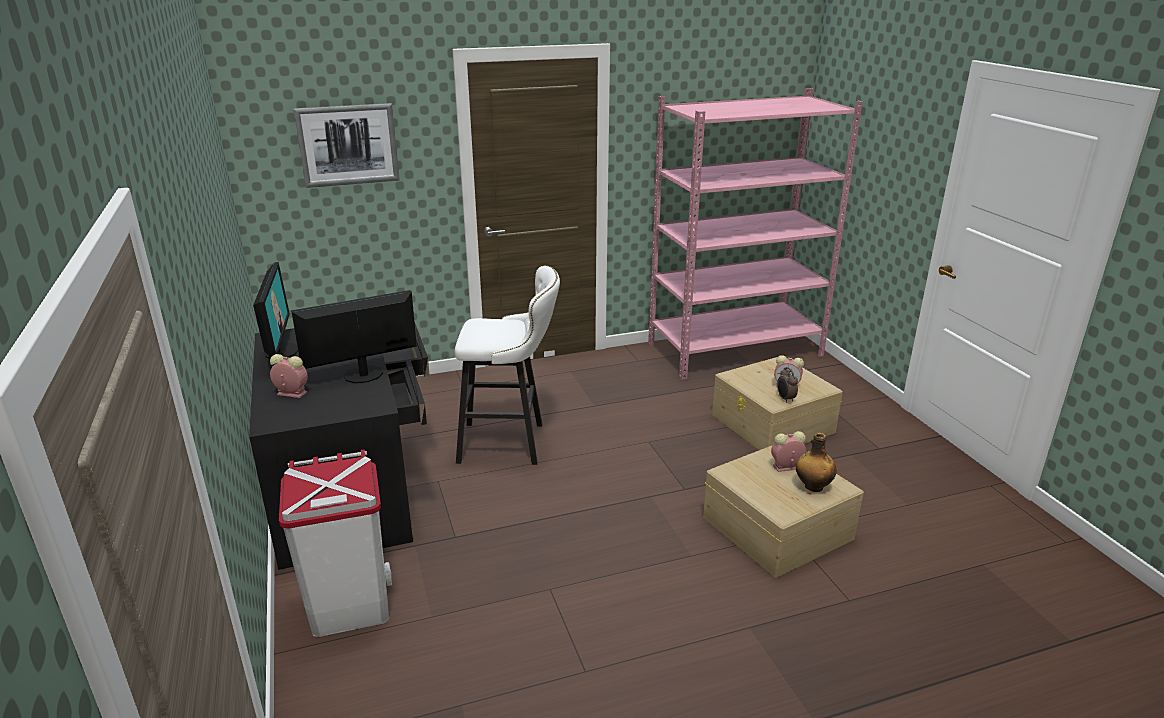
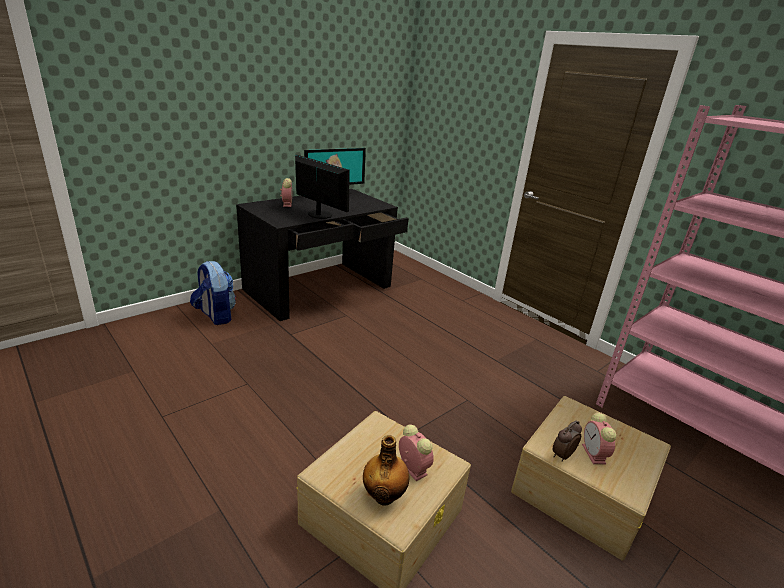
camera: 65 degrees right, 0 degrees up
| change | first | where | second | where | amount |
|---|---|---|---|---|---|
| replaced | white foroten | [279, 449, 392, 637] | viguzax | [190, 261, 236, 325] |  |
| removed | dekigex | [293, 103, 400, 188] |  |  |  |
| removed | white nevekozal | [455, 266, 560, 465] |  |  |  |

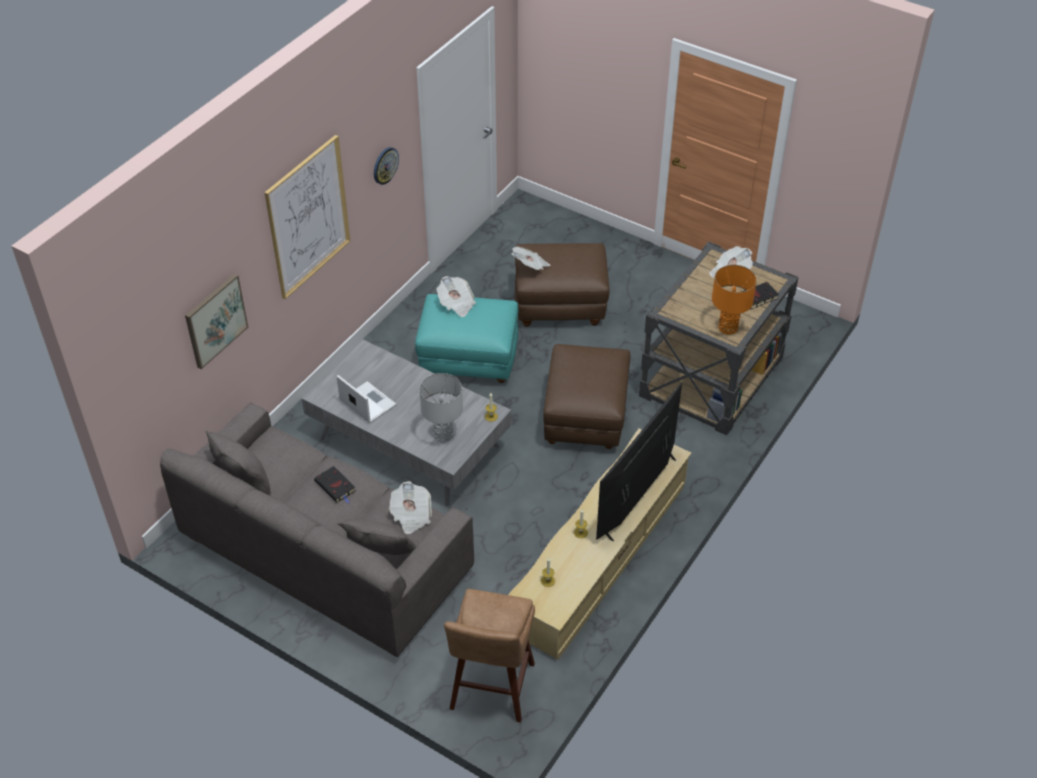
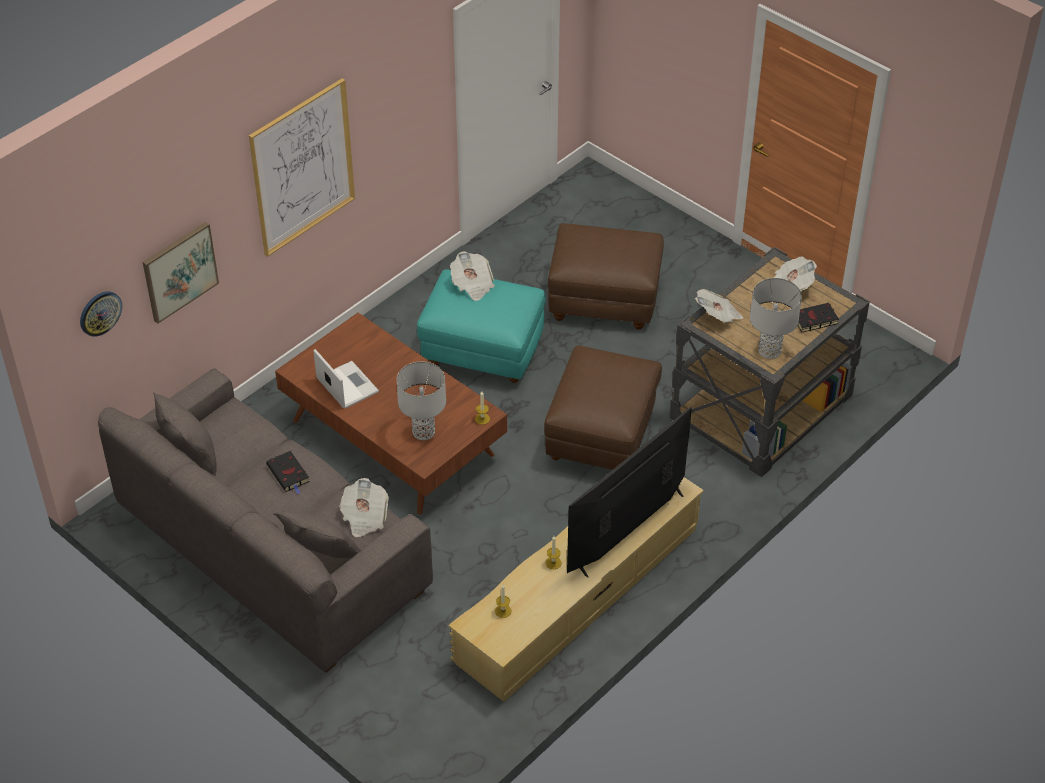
camera: 10 degrees right, 0 degrees up
| change | first | where | second | where | amount |
|---|---|---|---|---|---|
| recoloured | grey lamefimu | [302, 339, 511, 506] | brown lamefimu | [275, 313, 507, 514] |  |
| moved | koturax | [374, 147, 399, 185] |  | [80, 291, 122, 337] |  |
| removed | brown nevekozal | [444, 589, 535, 723] |  |  |  |
| moved | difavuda | [511, 246, 551, 270] |  | [695, 289, 743, 323] |  |
| recoloured | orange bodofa | [712, 265, 757, 334] | white bodofa | [750, 278, 802, 359] |  |

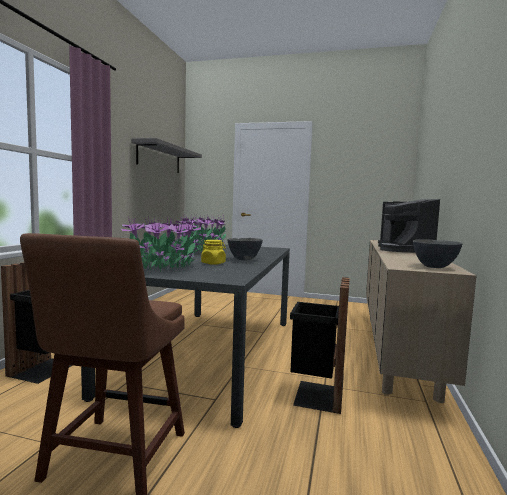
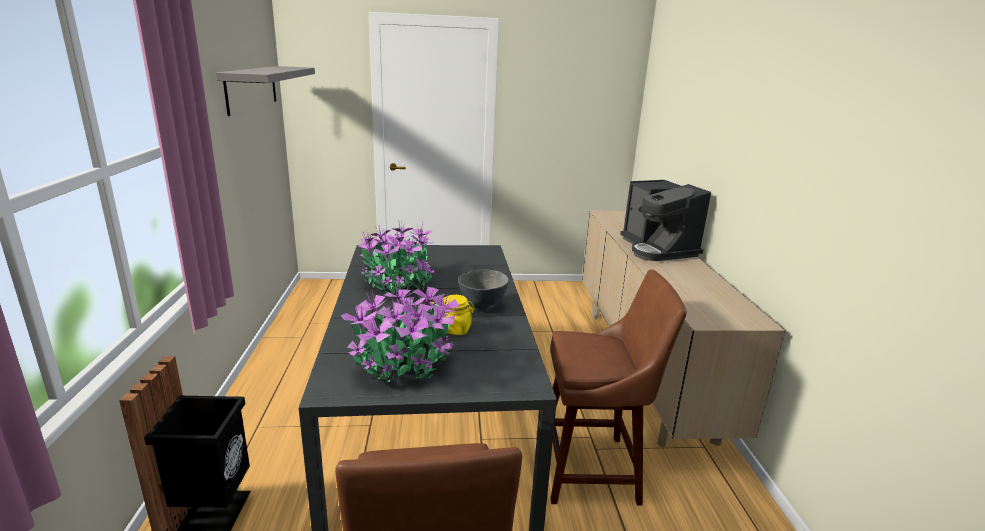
camera: 20 degrees left, 15 degrees up
| change | first | where | second | where | amount |
|---|---|---|---|---|---|
| replaced | black foroten | [290, 277, 350, 414] | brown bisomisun | [550, 269, 687, 506] |  |
| removed | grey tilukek | [413, 239, 463, 268] |  |  |  |

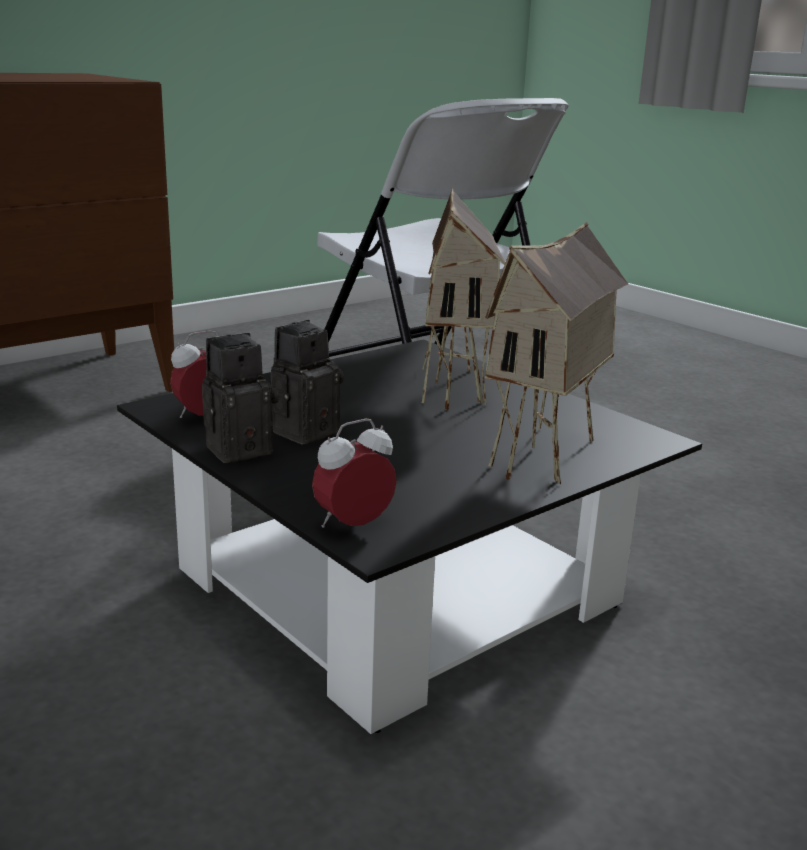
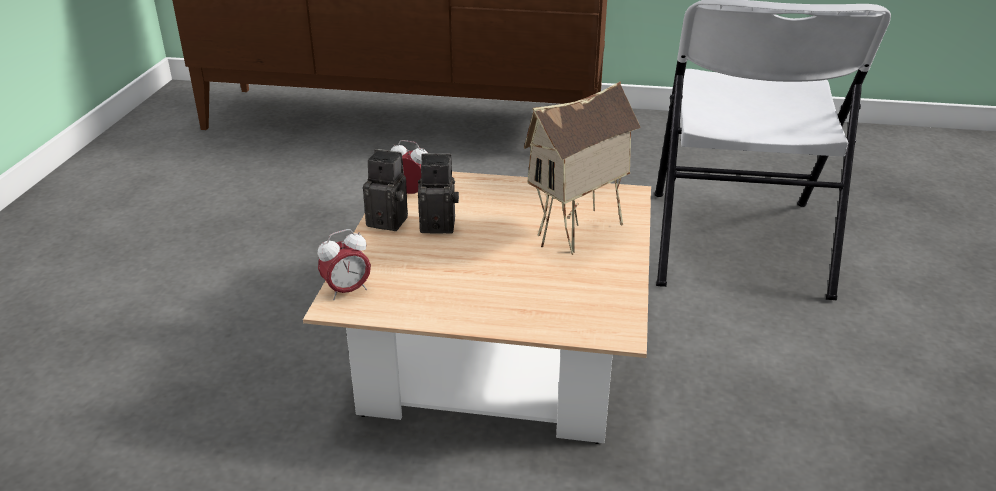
camera: 50 degrees right, 10 degrees up
| change | first | where | second | where | amount |
|---|---|---|---|---|---|
| recoloured | black lamefimu | [117, 339, 702, 734] | beige lamefimu | [303, 172, 651, 444] |  |
| turned | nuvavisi | [312, 419, 397, 528] |  | [318, 229, 371, 300] | 135 degrees clockwise |
| removed | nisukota | [485, 222, 628, 484] |  |  |  |

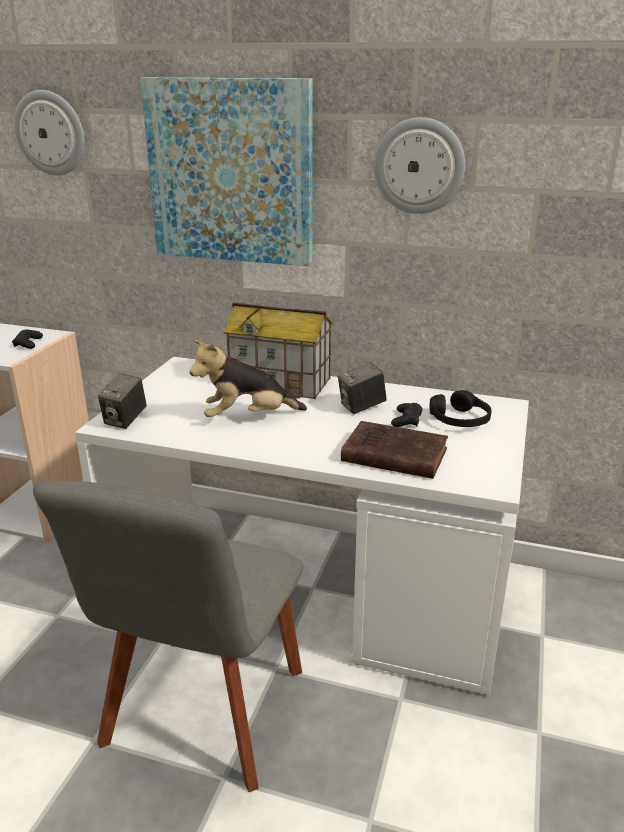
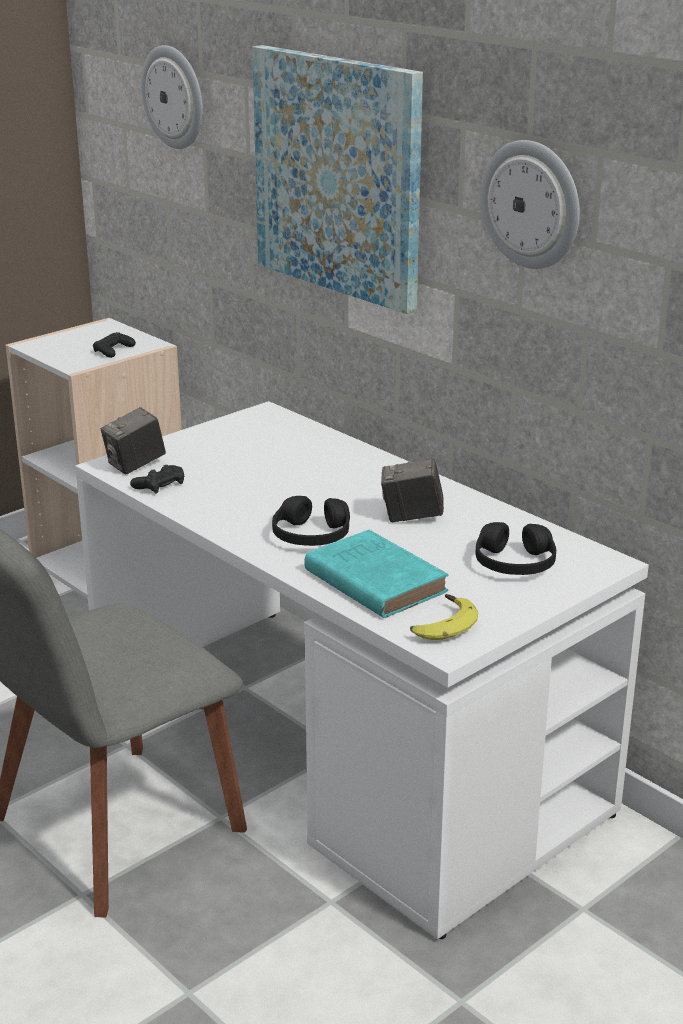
camera: 30 degrees right, 0 degrees up
| change | first | where | second | where | amount |
|---|---|---|---|---|---|
| removed | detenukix | [189, 339, 307, 417] |  |  |  |
| removed | nisukota | [224, 303, 333, 399] |  |  |  |
| recoloured | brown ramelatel | [341, 421, 448, 479] | turquoise ramelatel | [304, 530, 449, 618] |  |
| moved | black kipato | [391, 403, 423, 427] |  | [130, 465, 184, 494] |  |
| added |  |  | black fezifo | [272, 496, 350, 546] |  |
| added |  |  | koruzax | [410, 594, 478, 640] |  |

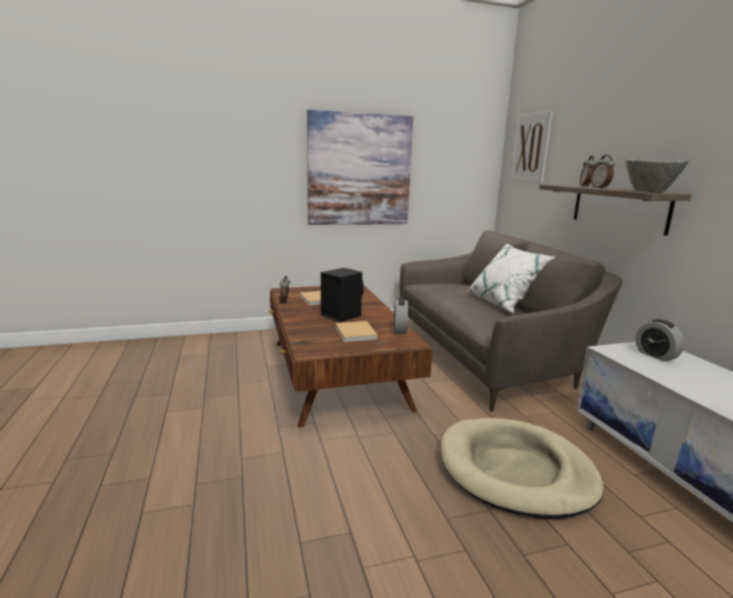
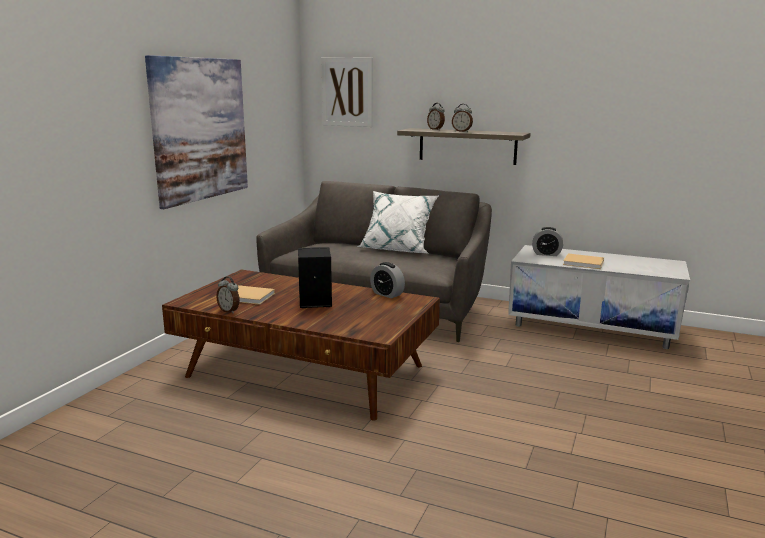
camera: 50 degrees left, 0 degrees up
| change | first | where | second | where | amount |
|---|---|---|---|---|---|
| moved | beige ramelatel | [335, 321, 378, 342] |  | [563, 254, 604, 269] |  |
| removed | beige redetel | [440, 418, 603, 519] |  |  |  |
| removed | grey tilukek | [626, 159, 689, 193] |  |  |  |

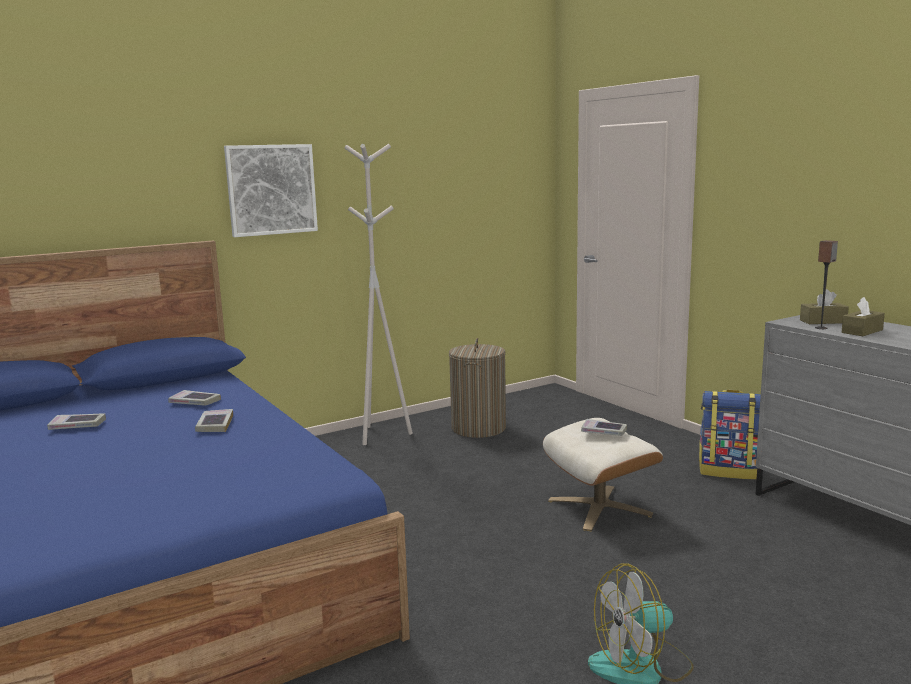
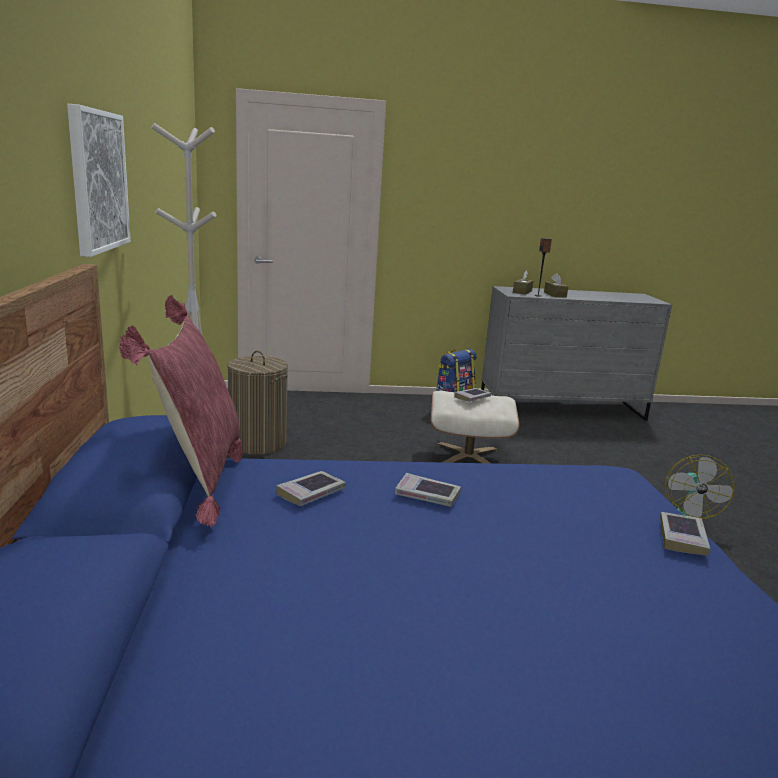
camera: 65 degrees left, 5 degrees up
| change | first | where | second | where | amount |
|---|---|---|---|---|---|
| moved | ramelatel | [47, 414, 106, 430] |  | [660, 512, 711, 556] |  |
| added |  |  | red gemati | [119, 295, 243, 528] |  |

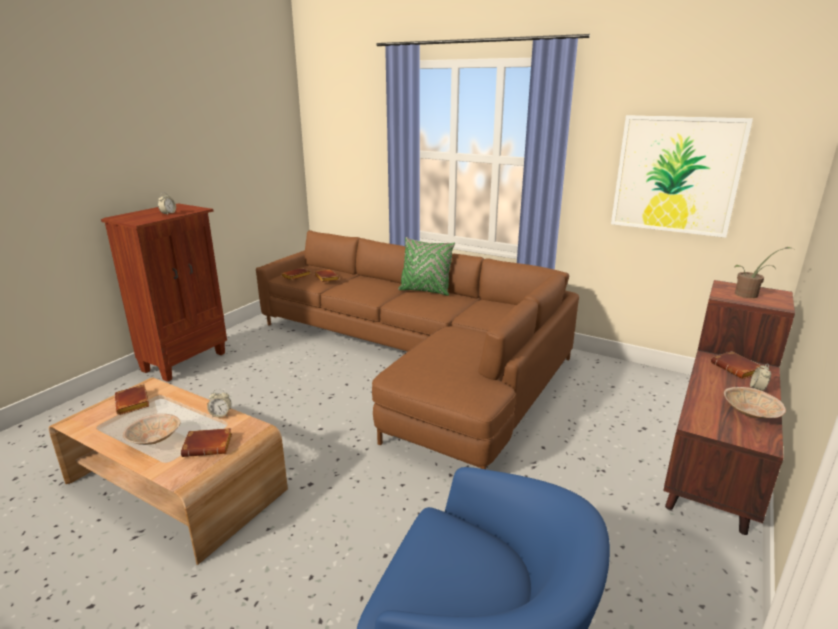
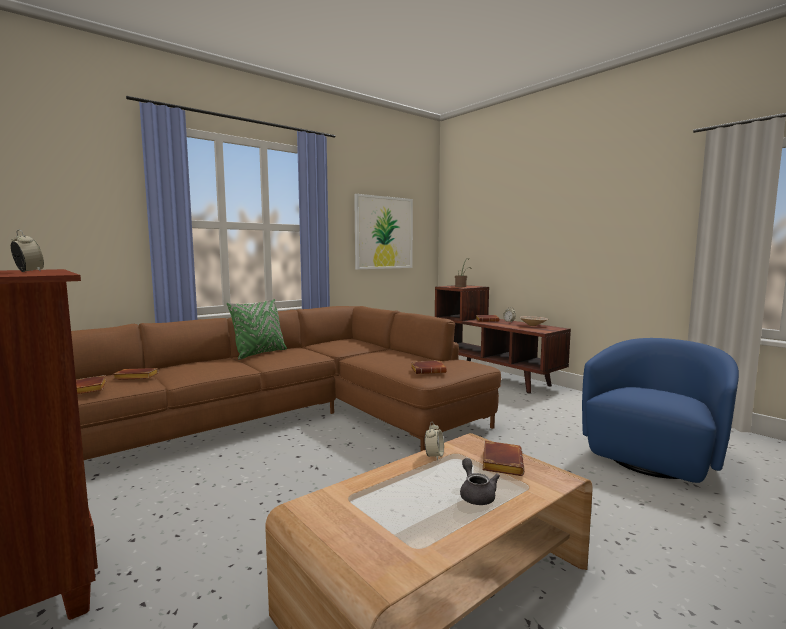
camera: 70 degrees left, 15 degrees down
| change | first | where | second | where | amount |
|---|---|---|---|---|---|
| moved | brown ramelatel | [115, 384, 149, 415] |  | [411, 361, 447, 374] |  |
| replaced | beige tilukek | [123, 414, 180, 445] | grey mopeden | [460, 458, 500, 505] |  |

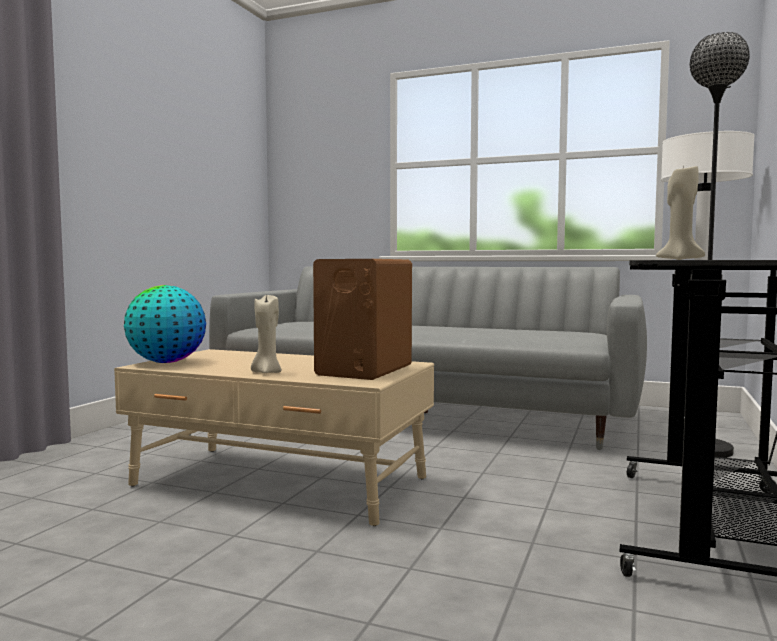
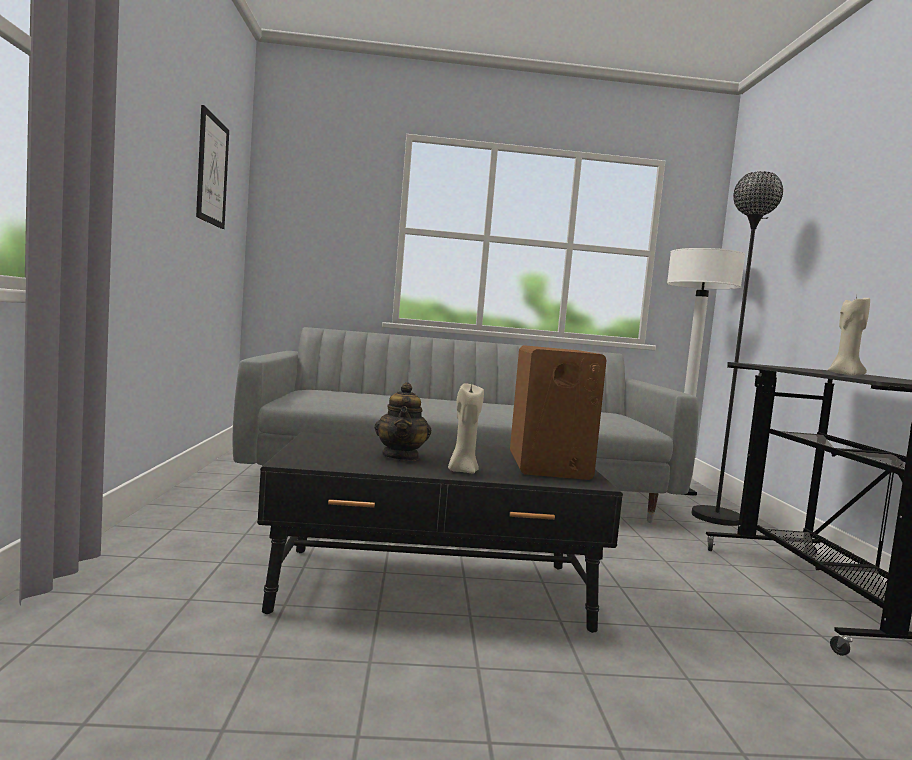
camera: 25 degrees left, 0 degrees up
| change | first | where | second | where | amount |
|---|---|---|---|---|---|
| recoloured | beige lamefimu | [114, 349, 434, 526] | black lamefimu | [257, 432, 623, 633] |  |
| removed | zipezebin | [124, 285, 206, 363] |  |  |  |
| added |  |  | dekigex | [196, 105, 229, 229] |  |
| added |  |  | mopeden | [374, 382, 431, 461] |  |

